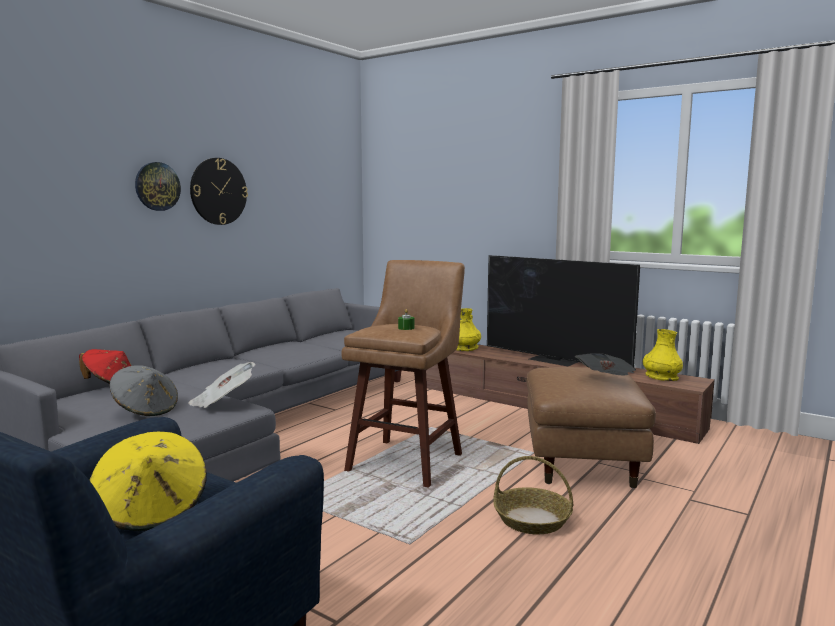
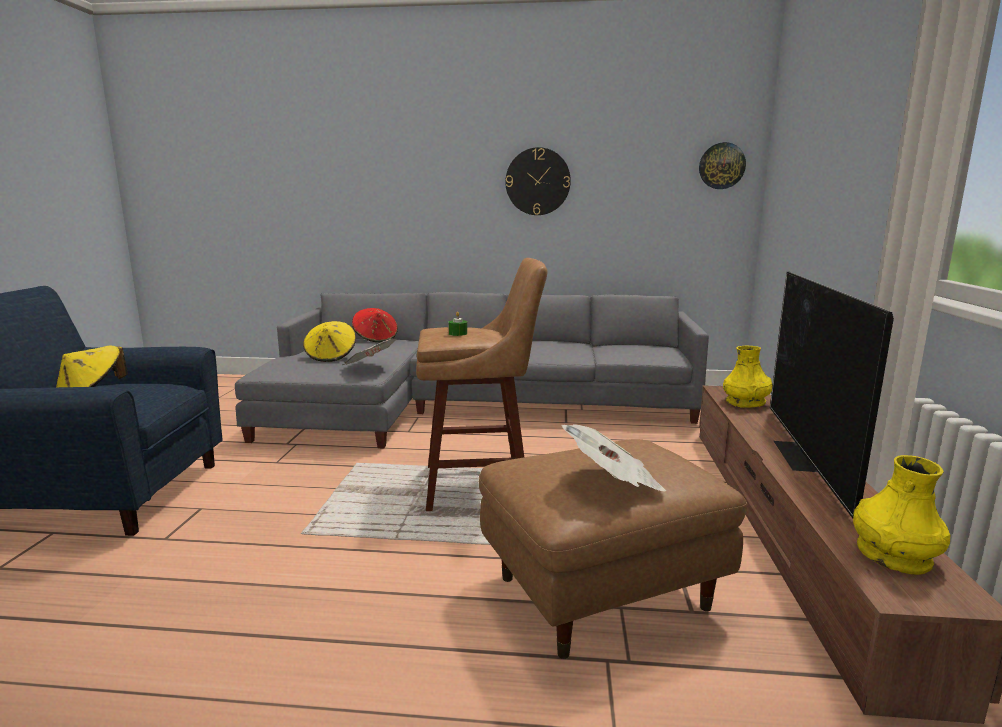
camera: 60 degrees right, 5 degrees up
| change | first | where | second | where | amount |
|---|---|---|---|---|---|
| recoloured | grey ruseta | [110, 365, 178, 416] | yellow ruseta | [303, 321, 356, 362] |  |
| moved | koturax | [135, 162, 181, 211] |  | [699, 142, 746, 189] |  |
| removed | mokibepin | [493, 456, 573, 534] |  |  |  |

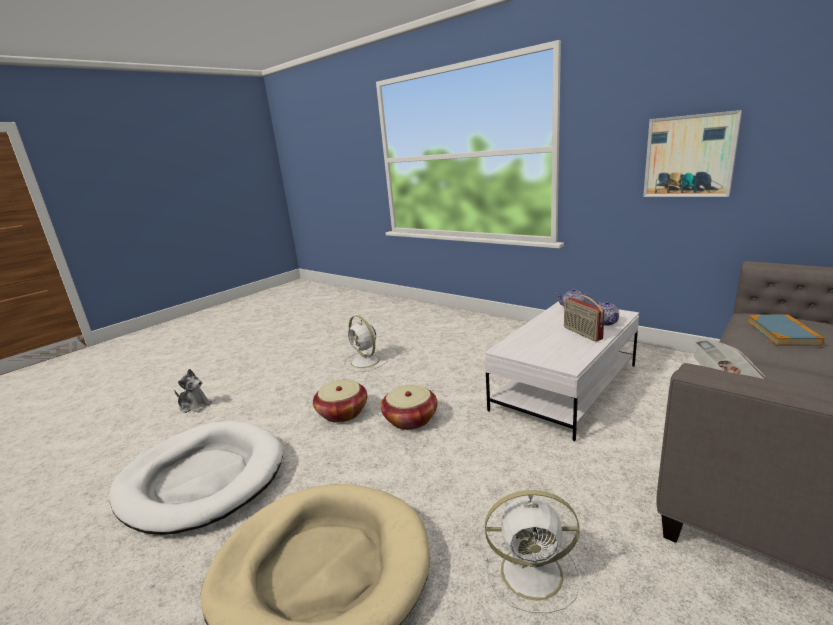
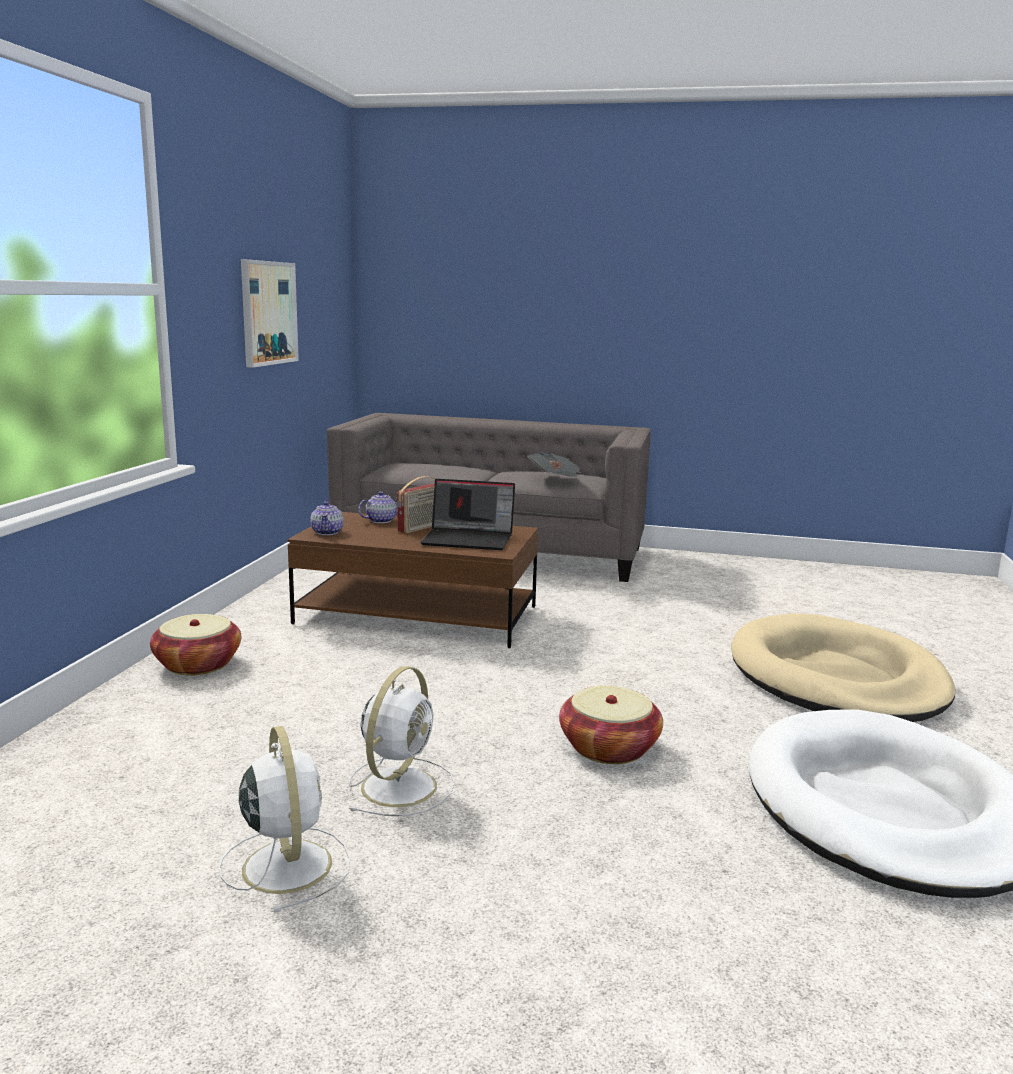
camera: 120 degrees left, 5 degrees down
| change | first | where | second | where | amount |
|---|---|---|---|---|---|
| removed | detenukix | [174, 369, 212, 413] |  |  |  |
| moved | mokibepin | [381, 384, 438, 430] |  | [150, 614, 241, 676] |  |
| moved | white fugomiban | [484, 490, 580, 613] |  | [219, 726, 350, 913] |  |
| recoloured | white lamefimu | [485, 301, 639, 441] | brown lamefimu | [287, 512, 538, 648] |  |
| removed | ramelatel | [748, 314, 824, 346] |  |  |  |
| added |  |  | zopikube | [420, 479, 515, 550] |  |

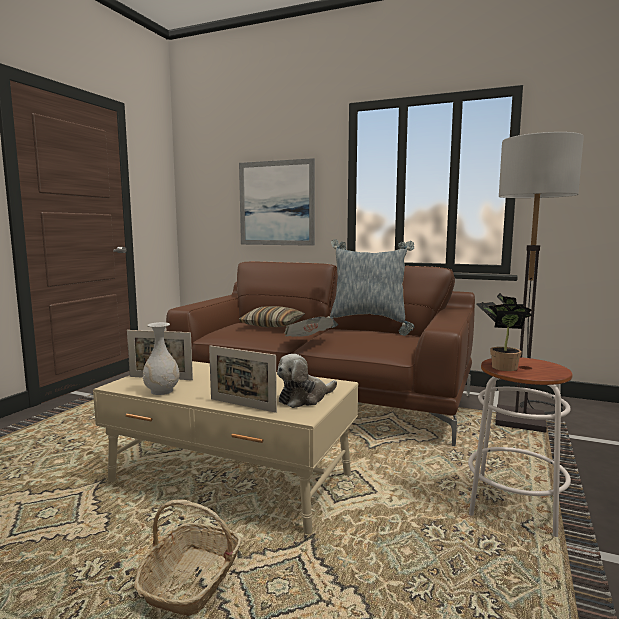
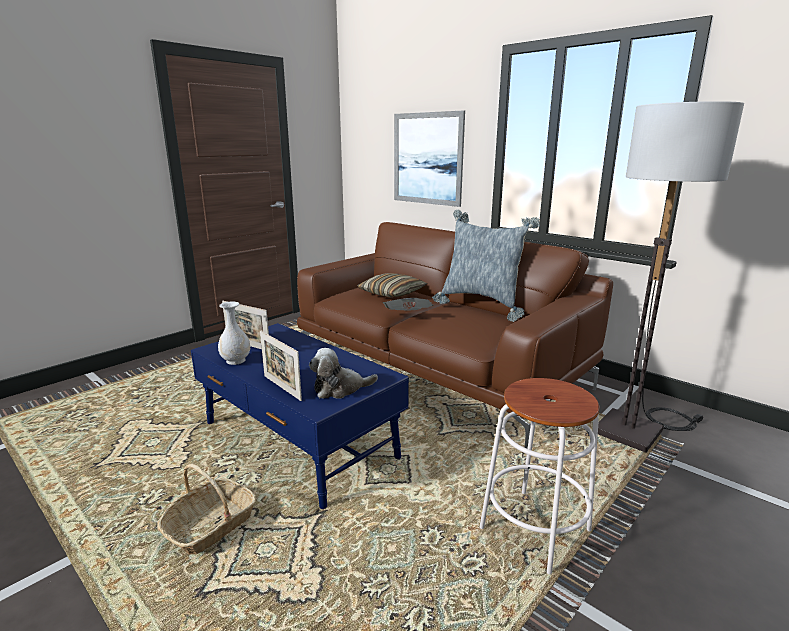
camera: 20 degrees right, 10 degrees up
| change | first | where | second | where | amount |
|---|---|---|---|---|---|
| recoloured | beige lamefimu | [93, 361, 358, 534] | blue lamefimu | [191, 323, 409, 509] |  |
| removed | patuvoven | [476, 293, 533, 371] |  |  |  |

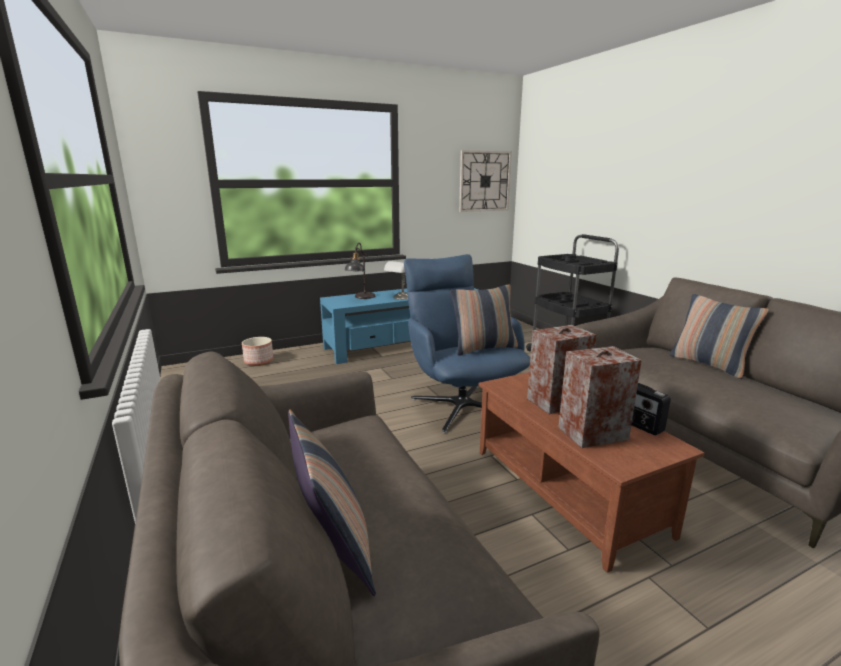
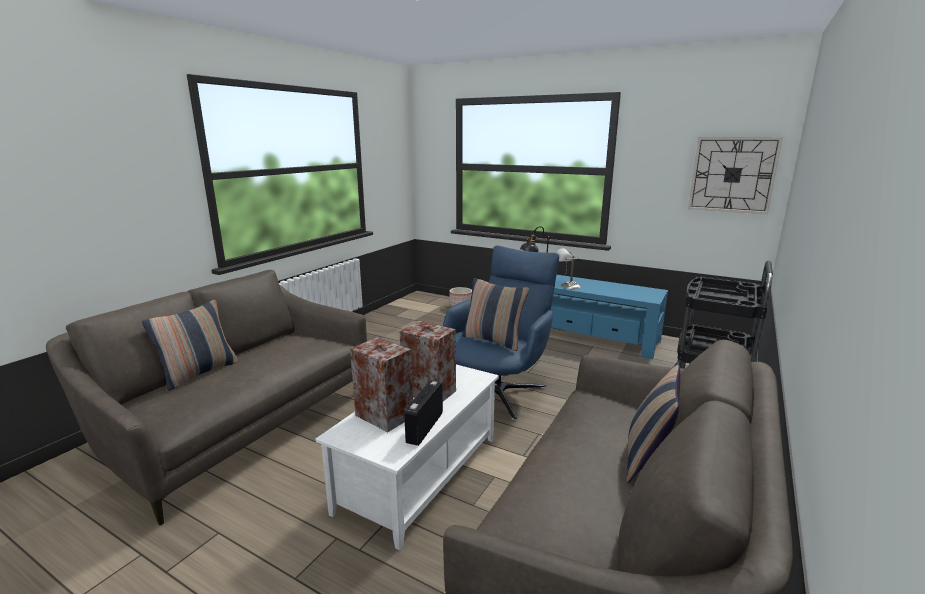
camera: 55 degrees right, 0 degrees up
| change | first | where | second | where | amount |
|---|---|---|---|---|---|
| recoloured | brown lamefimu | [478, 372, 705, 573] | white lamefimu | [315, 365, 499, 550] |  |

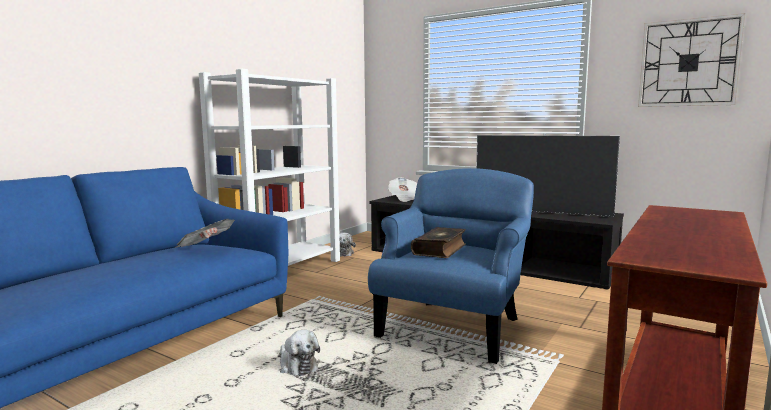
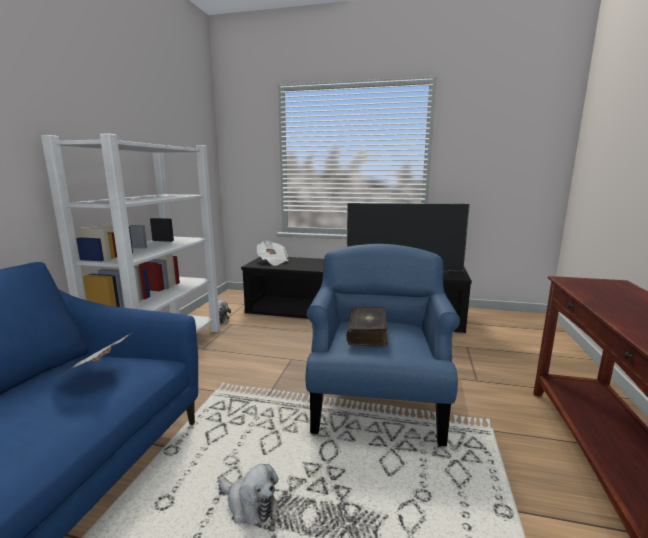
camera: 20 degrees left, 5 degrees up
| change | first | where | second | where | amount |
|---|---|---|---|---|---|
| removed | koturax | [638, 13, 745, 107] |  |  |  |

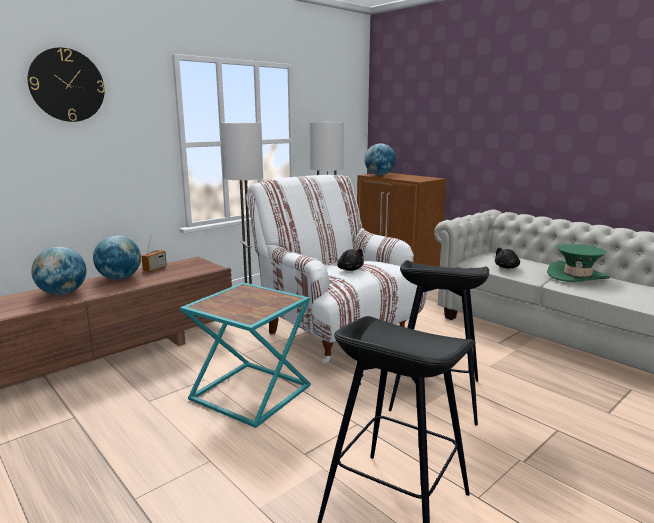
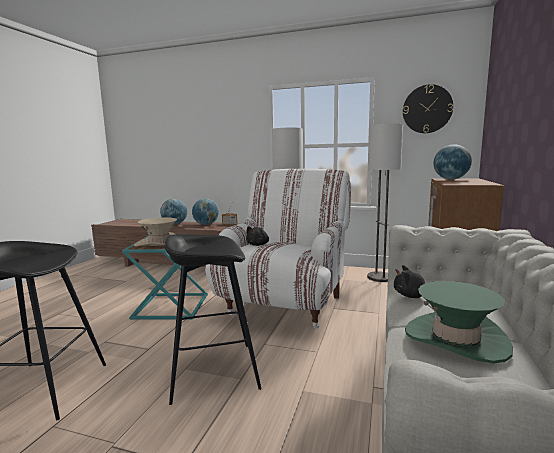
camera: 60 degrees right, 5 degrees down
| change | first | where | second | where | amount |
|---|---|---|---|---|---|
| moved | koturax | [28, 47, 105, 122] |  | [403, 84, 453, 133] |  |
| added |  |  | beige ruseta | [134, 217, 177, 246] |  |

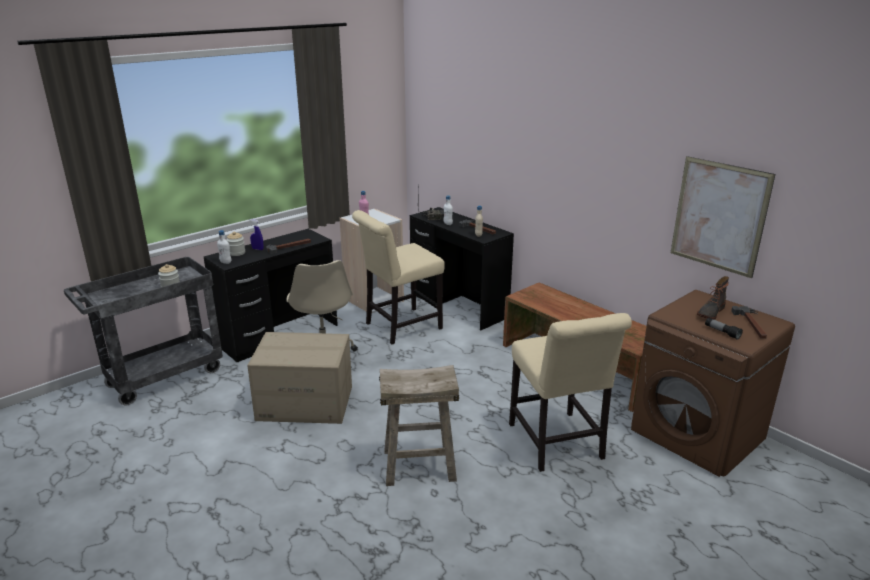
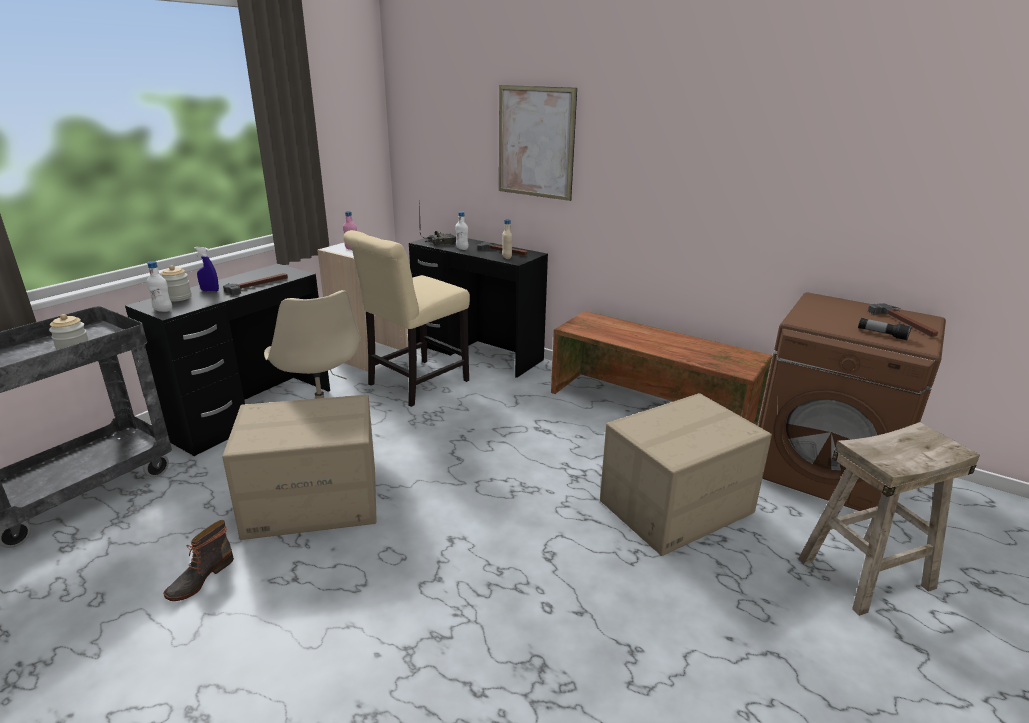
camera: 15 degrees left, 0 degrees up
| change | first | where | second | where | amount |
|---|---|---|---|---|---|
| moved | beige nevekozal | [379, 365, 459, 486] |  | [798, 422, 980, 616] |  |
| replaced | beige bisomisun | [509, 313, 632, 472] | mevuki | [600, 393, 772, 556] |  |
| moved | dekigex | [671, 156, 775, 278] |  | [499, 85, 577, 201] |  |
| moved | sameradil | [697, 276, 729, 320] |  | [163, 520, 234, 601] |  |

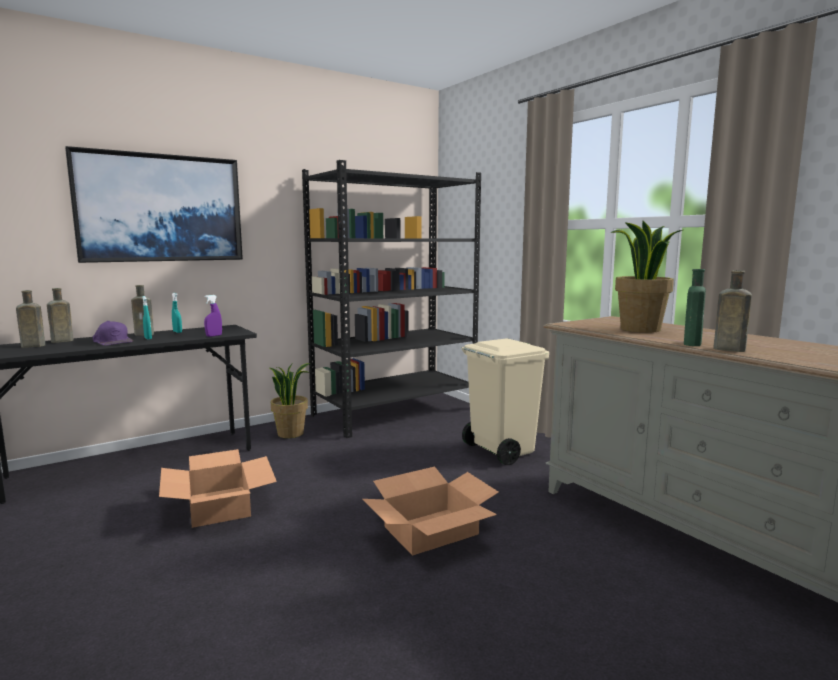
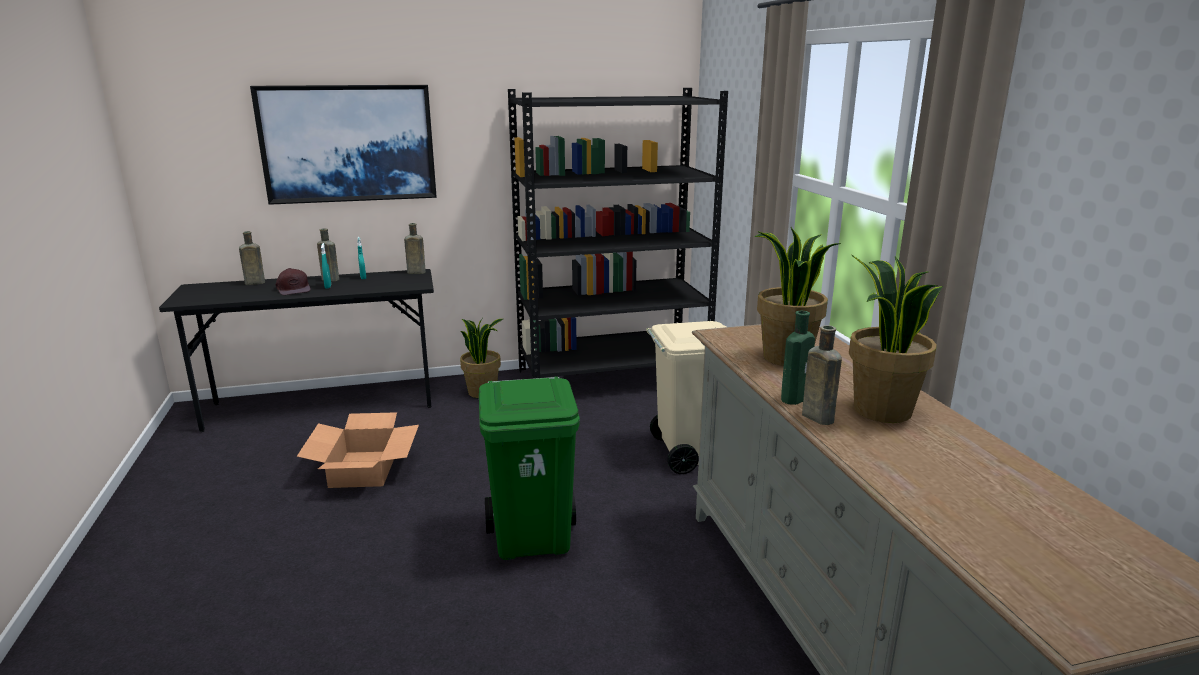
camera: 20 degrees right, 10 degrees up
| change | first | where | second | where | amount |
|---|---|---|---|---|---|
| moved | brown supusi | [16, 290, 45, 348] |  | [404, 223, 426, 274] |  |
| recoloured | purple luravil | [93, 321, 133, 346] | brown luravil | [275, 268, 311, 295] |  |
| removed | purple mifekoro | [204, 295, 222, 337] |  |  |  |
| replaced | mevuki | [363, 467, 499, 555] | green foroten | [479, 376, 580, 560] |  |
| added |  |  | patuvoven | [849, 255, 943, 423] |  |

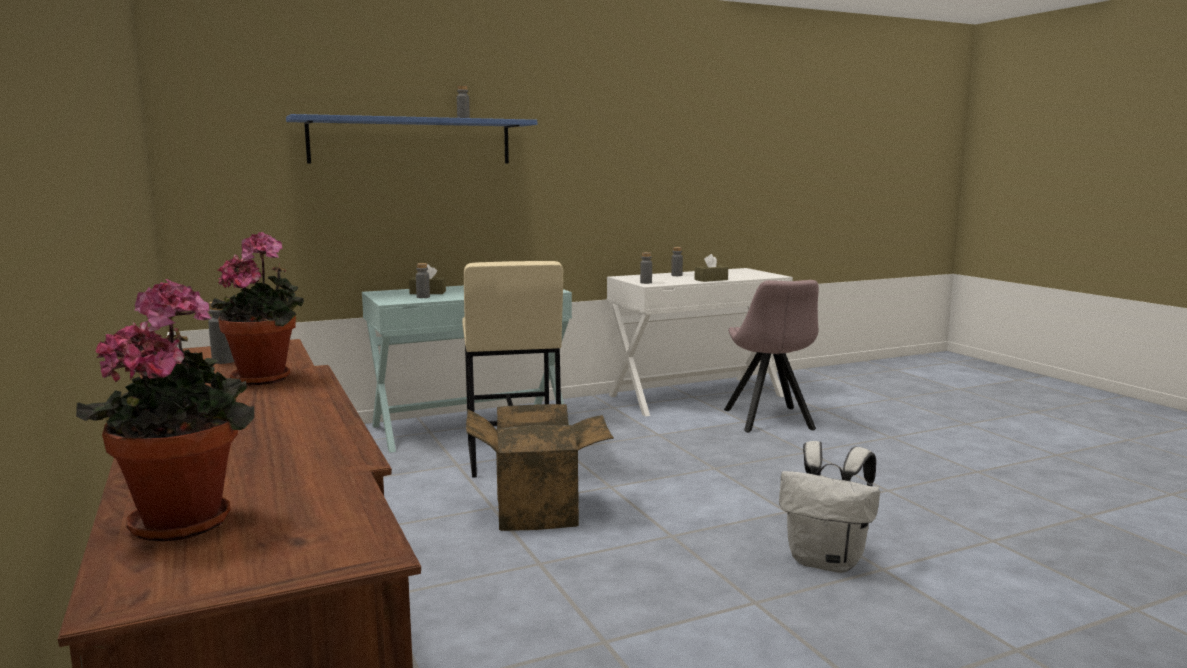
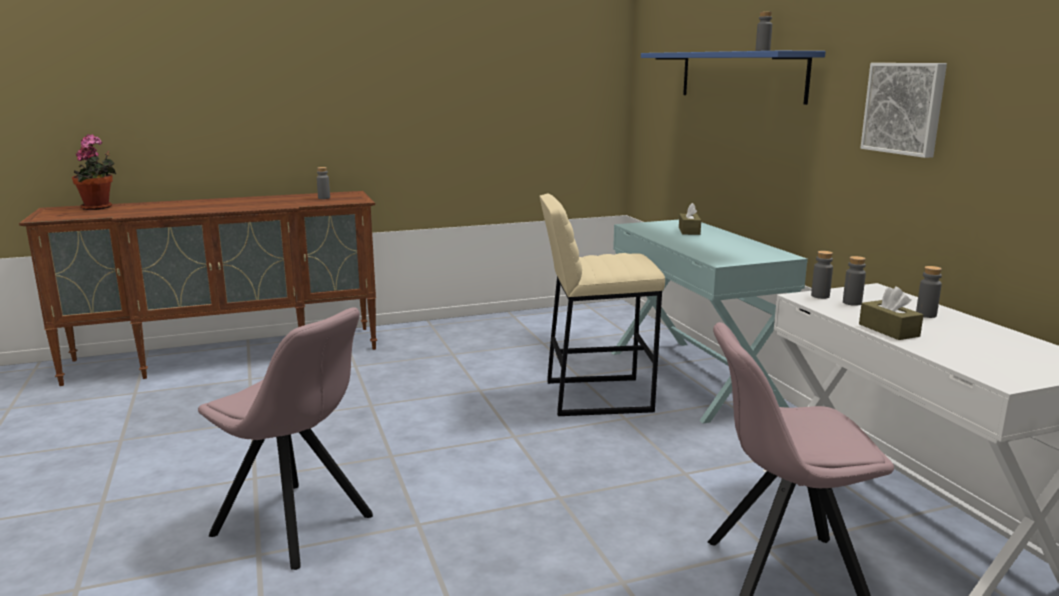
camera: 95 degrees right, 5 degrees up
| change | first | where | second | where | amount |
|---|---|---|---|---|---|
| removed | patuvoven | [211, 232, 304, 385] |  |  |  |
| moved | grey supusi | [416, 263, 430, 298] |  | [843, 256, 866, 306] |  |
| removed | mevuki | [466, 404, 614, 531] |  |  |  |
| replaced | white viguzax | [779, 441, 880, 573] | pink bisomisun | [198, 307, 373, 570] |  |
| added |  |  | dekigex | [860, 63, 947, 158] |  |

